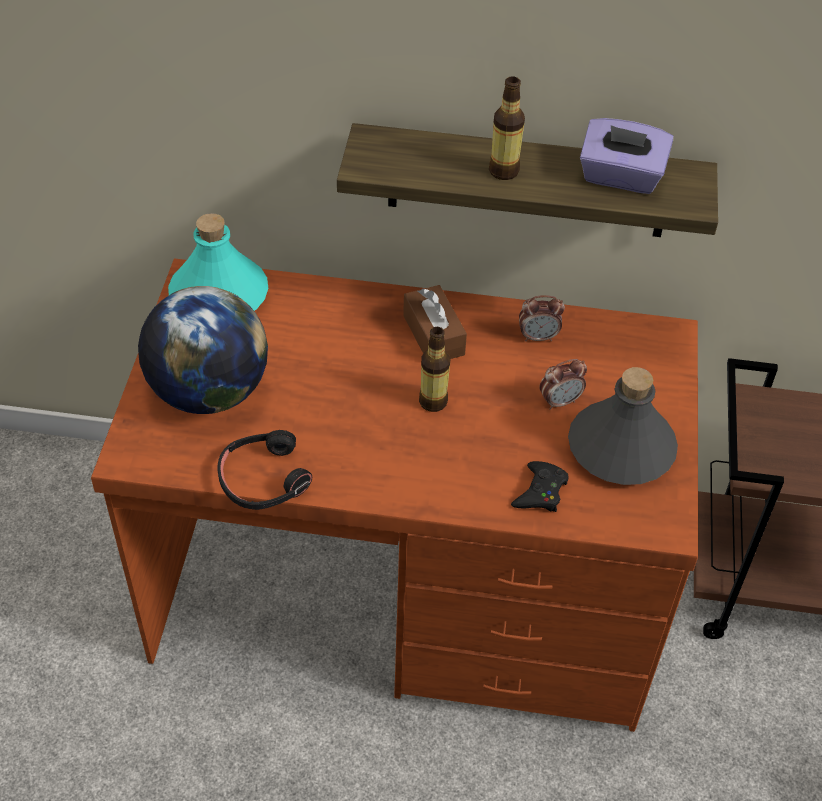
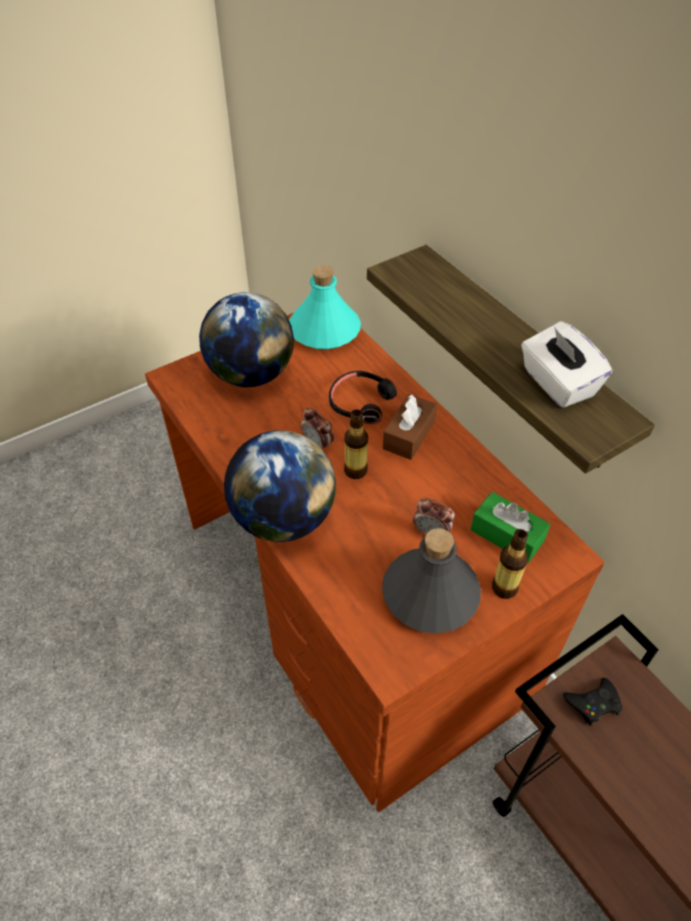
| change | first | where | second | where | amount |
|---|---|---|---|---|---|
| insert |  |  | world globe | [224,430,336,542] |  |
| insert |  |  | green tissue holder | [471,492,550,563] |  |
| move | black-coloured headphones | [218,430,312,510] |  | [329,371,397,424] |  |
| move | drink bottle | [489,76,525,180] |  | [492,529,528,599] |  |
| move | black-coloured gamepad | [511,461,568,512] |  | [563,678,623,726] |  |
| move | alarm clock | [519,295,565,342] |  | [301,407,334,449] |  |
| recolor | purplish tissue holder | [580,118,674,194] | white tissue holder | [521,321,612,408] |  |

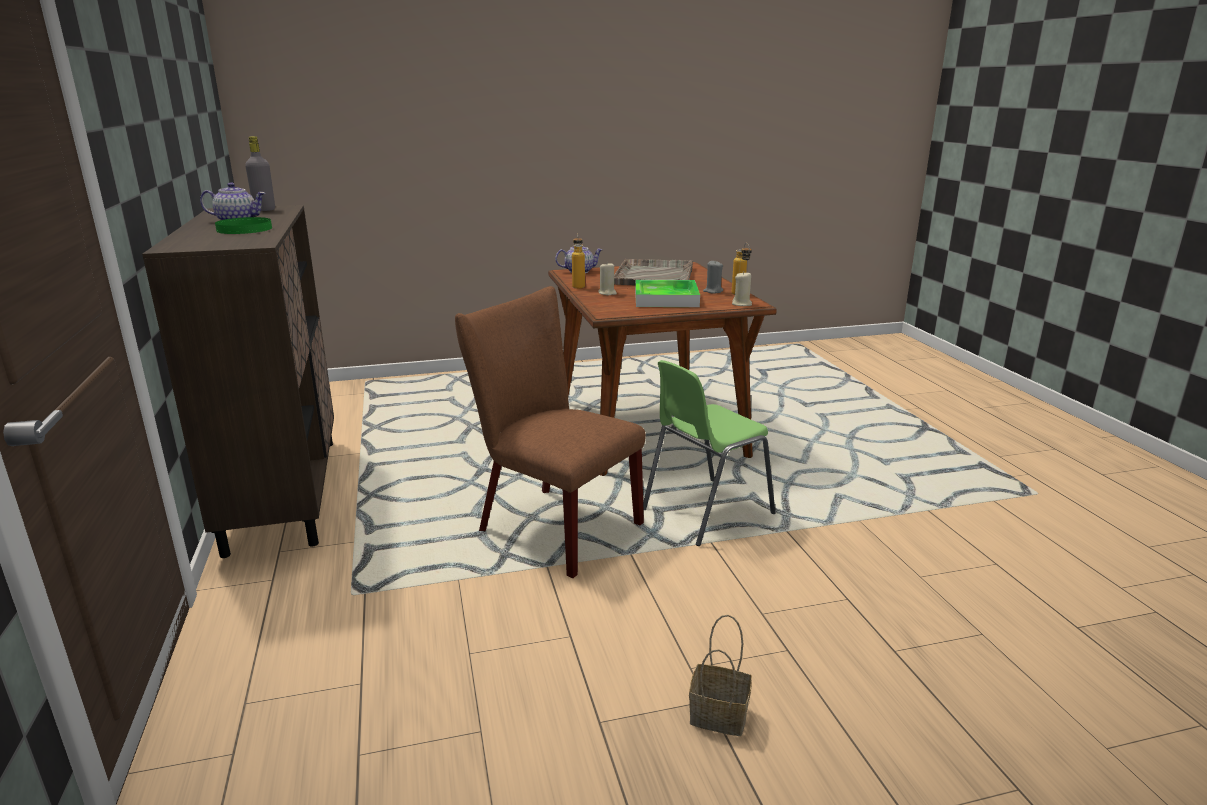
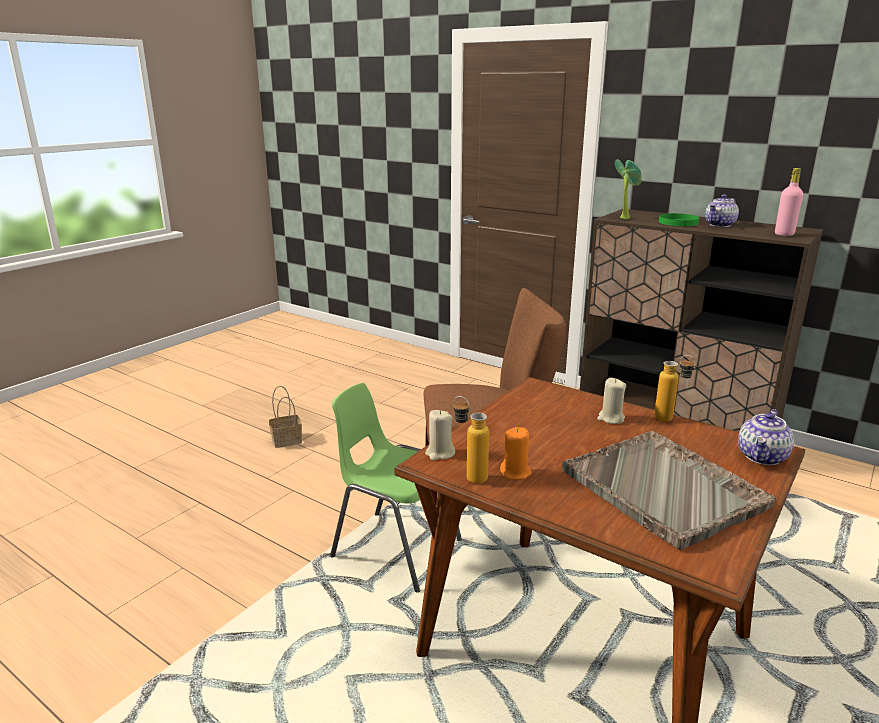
| change | first | where | second | where | amount |
|---|---|---|---|---|---|
| delete | serving tray | [635,280,700,307] |  |  |  |
| insert |  |  | plant in a pot | [615,159,642,219] |  |
| recolor | gray drink bottle | [245,136,275,211] | pink-coloured drink bottle | [775,168,803,236] |  |
| recolor | gray wax candle | [703,261,723,294] | orange wax candle | [500,427,532,480] |  |
| rotate | green plain chair | [643,360,775,546] |  | [330,383,462,593] | 75 degrees counterclockwise |

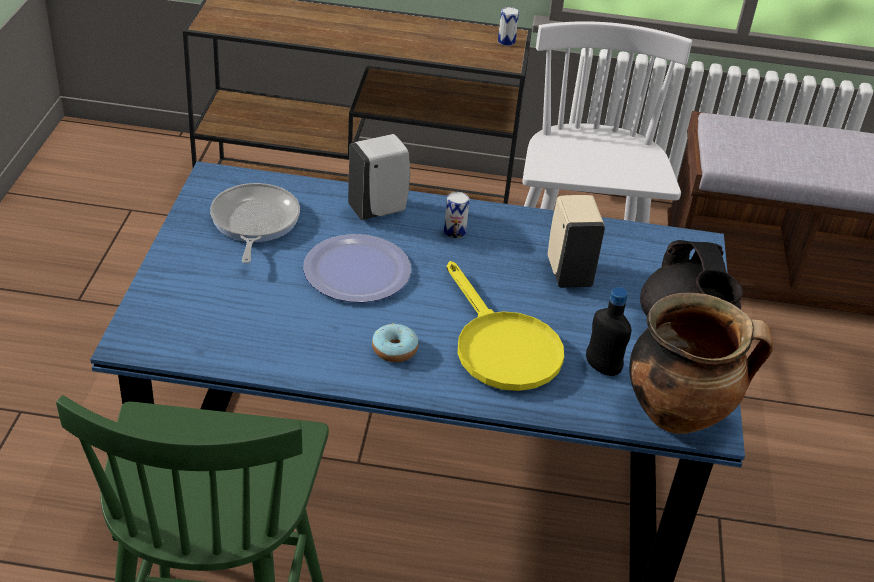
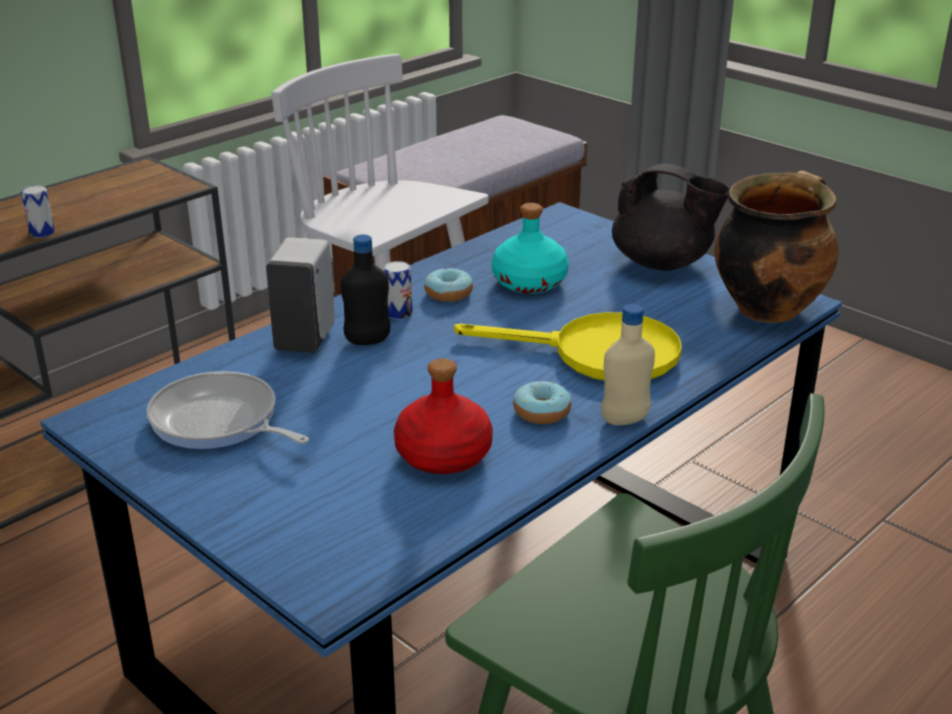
| change | first | where | second | where | amount |
|---|---|---|---|---|---|
| delete | dinner plate | [303,234,411,303] |  |  |  |
| insert |  |  | reddish drink bottle | [394,358,493,474] |  |
| insert |  |  | ring doughnut | [424,268,473,302] |  |
| insert |  |  | beige drink bottle | [601,304,655,425] |  |
| move | metal can | [498,7,519,46] |  | [21,185,55,238] |  |
| move | black-coloured drink bottle | [586,287,632,376] |  | [341,235,390,345] |  |
| replace | beige soap bottle | [548,195,605,288] | turquoise-coloured drink bottle | [492,203,569,294] |  |

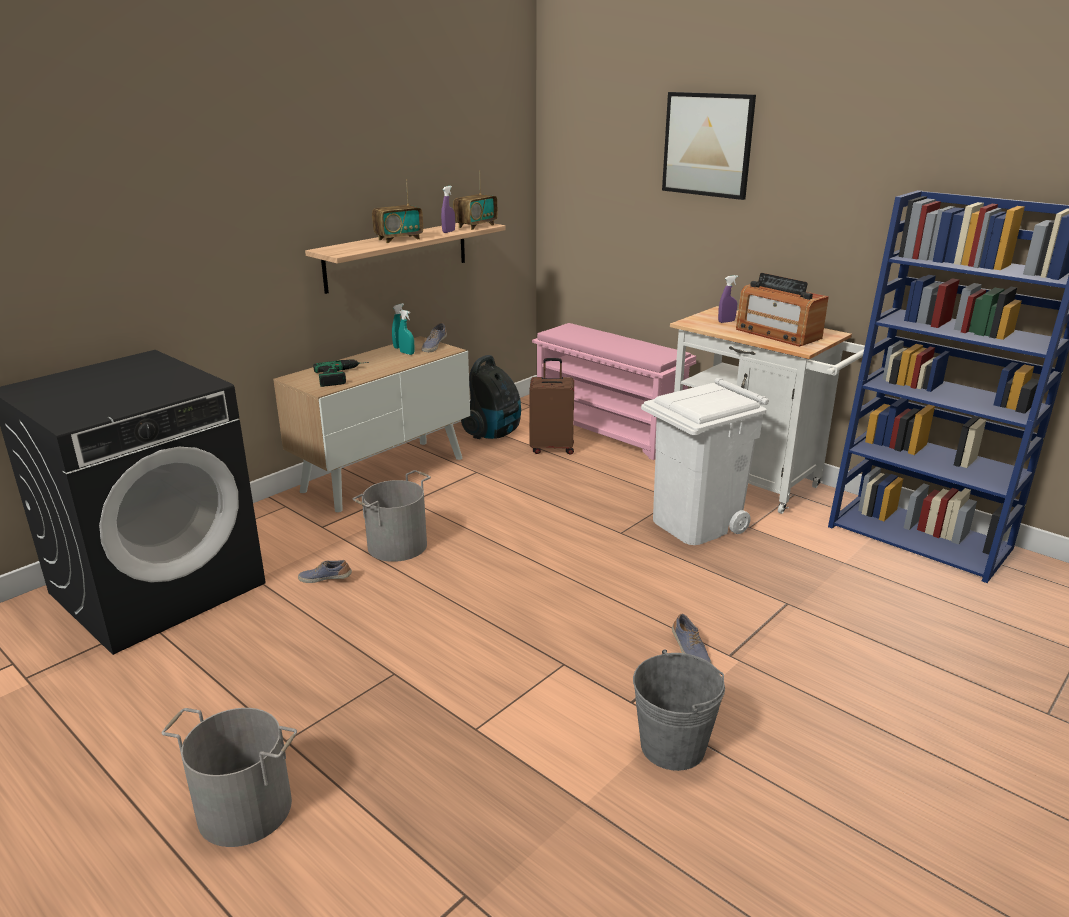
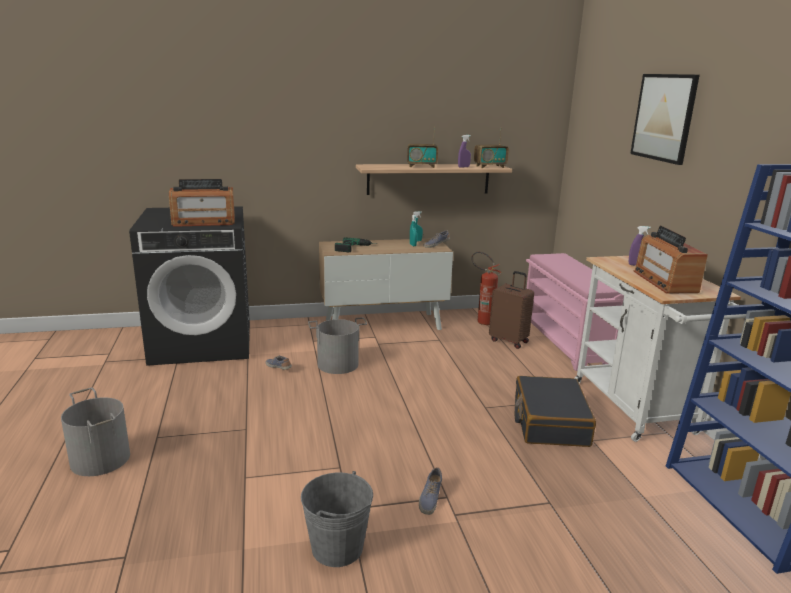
| change | first | where | second | where | amount |
|---|---|---|---|---|---|
| insert |  |  | radio | [169,179,235,227] |  |
| replace | vacuum | [461,355,521,439] | extinguisher | [471,252,502,325] |  |
| replace | white trash can | [641,378,769,545] | black-coloured travel case | [515,376,596,447] |  |

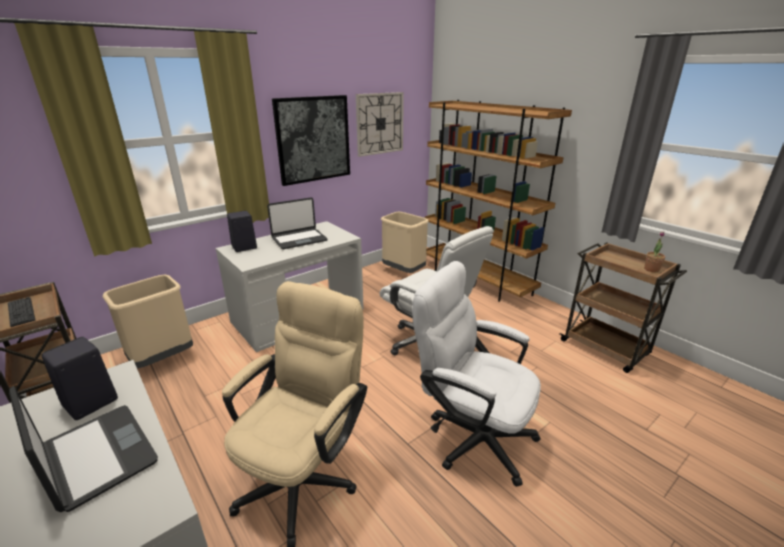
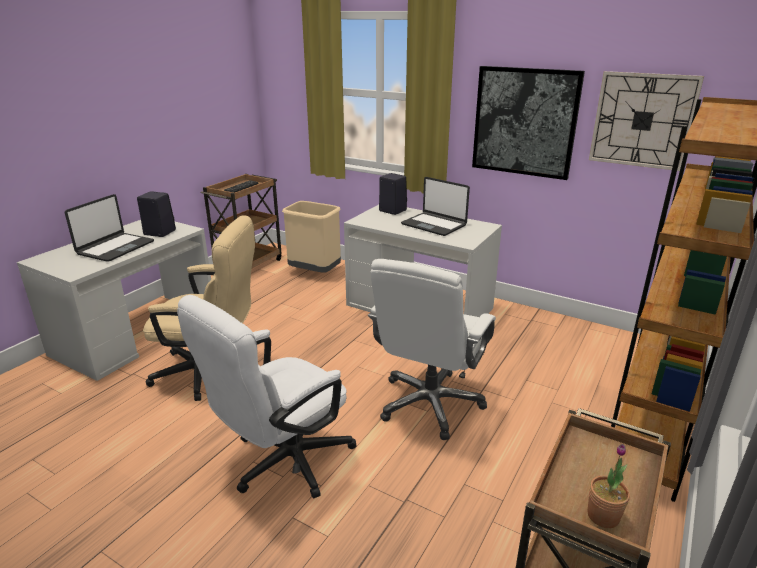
| change | first | where | second | where | amount |
|---|---|---|---|---|---|
| delete | beige trash can | [381,212,429,273] |  |  |  |
| rotate | white desk chair | [413,261,541,487] |  | [177,295,357,499] | 150 degrees counterclockwise |

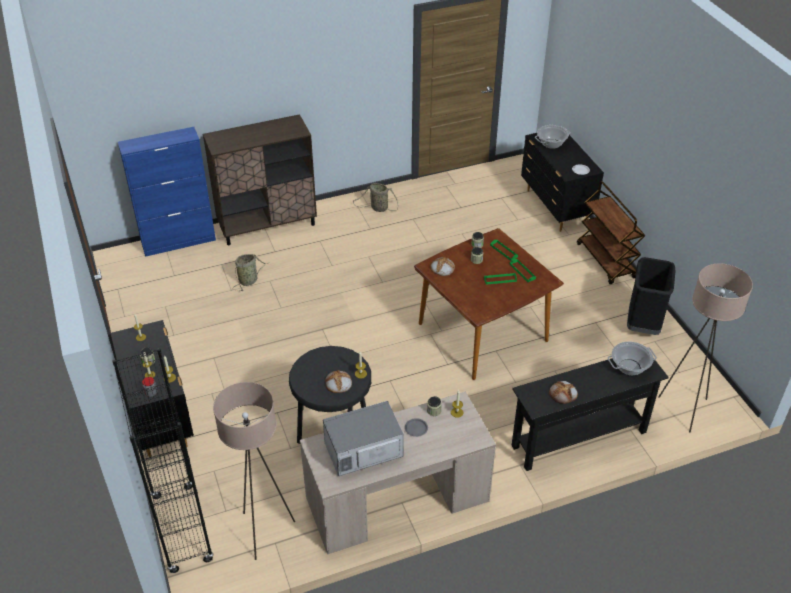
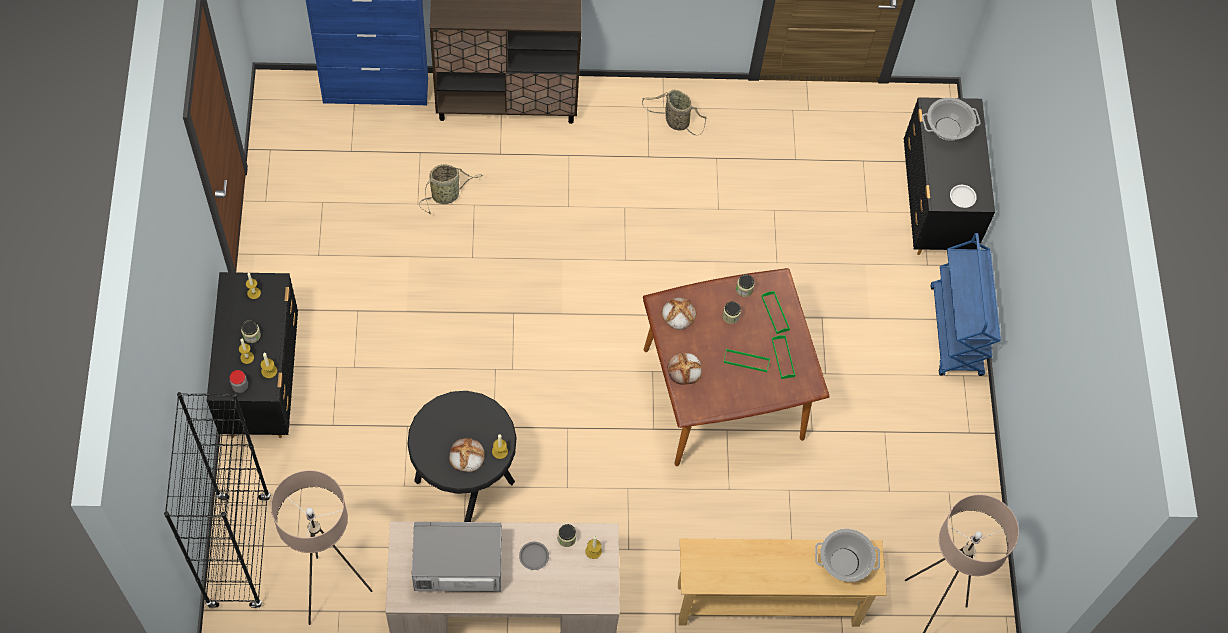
| change | first | where | second | where | amount |
|---|---|---|---|---|---|
| delete | black-coloured trash can | [627,257,675,335] |  |  |  |
| move | baked bread | [549,381,578,404] |  | [667,353,702,384] |  |
| recolor | black-coloured narrow table | [511,358,669,471] | beige narrow table | [678,539,887,627] |  |
| recolor | brown-coloured cart | [577,181,645,284] | blue-coloured cart | [930,233,1001,376] |  |

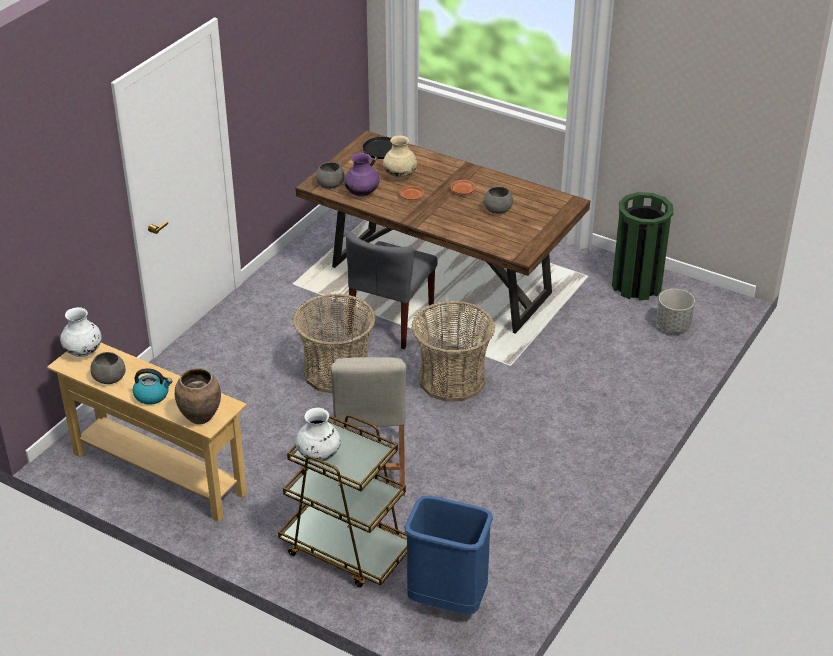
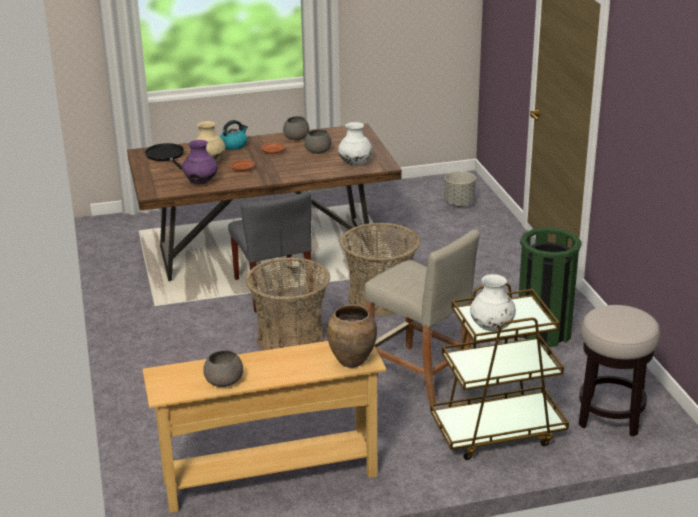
| change | first | where | second | where | amount |
|---|---|---|---|---|---|
| move | white vase | [60,307,102,357] |  | [338,122,372,165] |  |
| move | kettle | [133,368,172,405] |  | [220,120,248,150] |  |
| move | gray deep dish | [316,162,345,189] |  | [283,116,309,140] |  |
| move | green trash can | [612,192,673,301] |  | [519,227,582,347] |  |
| replace | blue-coloured trash can | [405,496,493,614] | stool | [578,305,660,437] |  |

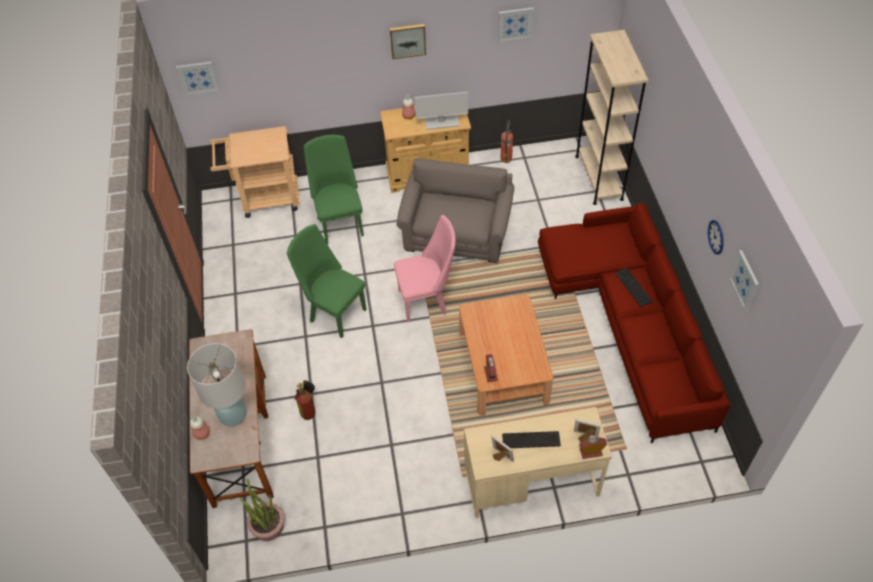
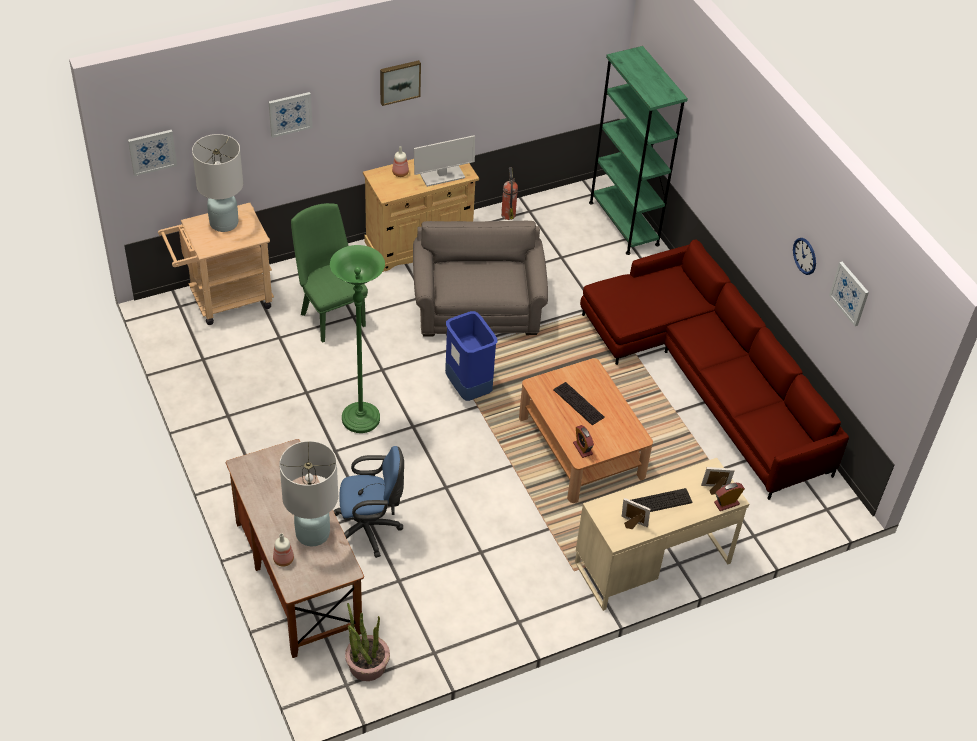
| change | first | where | second | where | amount |
|---|---|---|---|---|---|
| insert |  |  | white tabletop lamp | [192,134,243,232] |  |
| move | wall picture | [498,7,534,43] |  | [269,92,312,138] |  |
| move | PC keyboard | [615,268,653,307] |  | [553,382,605,425] |  |
| replace | green plain chair | [287,224,367,338] | green standard lamp | [330,245,385,433] |  |
| replace | extinguisher | [295,380,315,420] | blue-coloured desk chair | [334,446,404,558] |  |
| replace | pink-coloured plain chair | [394,215,456,322] | blue-coloured trash can | [445,311,498,401] |  |
| recolor | beige bookshelf | [575,30,649,205] | green bookshelf | [589,46,688,255] |  |

